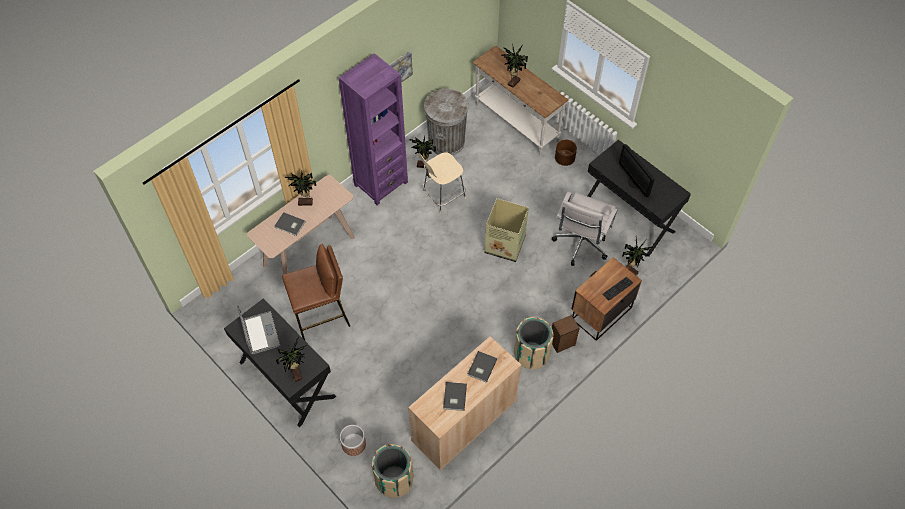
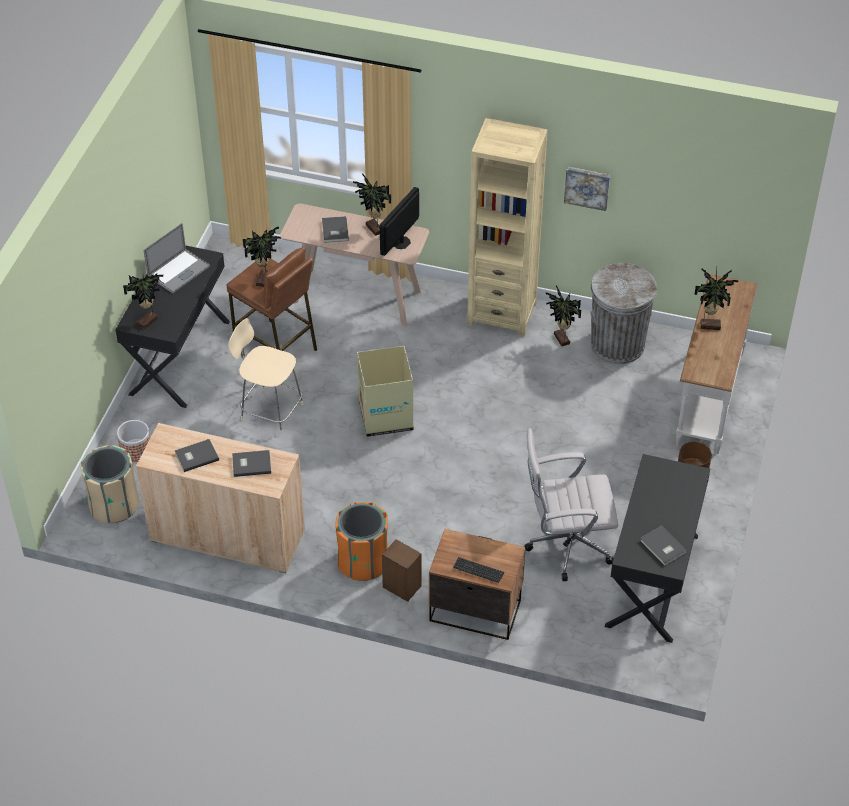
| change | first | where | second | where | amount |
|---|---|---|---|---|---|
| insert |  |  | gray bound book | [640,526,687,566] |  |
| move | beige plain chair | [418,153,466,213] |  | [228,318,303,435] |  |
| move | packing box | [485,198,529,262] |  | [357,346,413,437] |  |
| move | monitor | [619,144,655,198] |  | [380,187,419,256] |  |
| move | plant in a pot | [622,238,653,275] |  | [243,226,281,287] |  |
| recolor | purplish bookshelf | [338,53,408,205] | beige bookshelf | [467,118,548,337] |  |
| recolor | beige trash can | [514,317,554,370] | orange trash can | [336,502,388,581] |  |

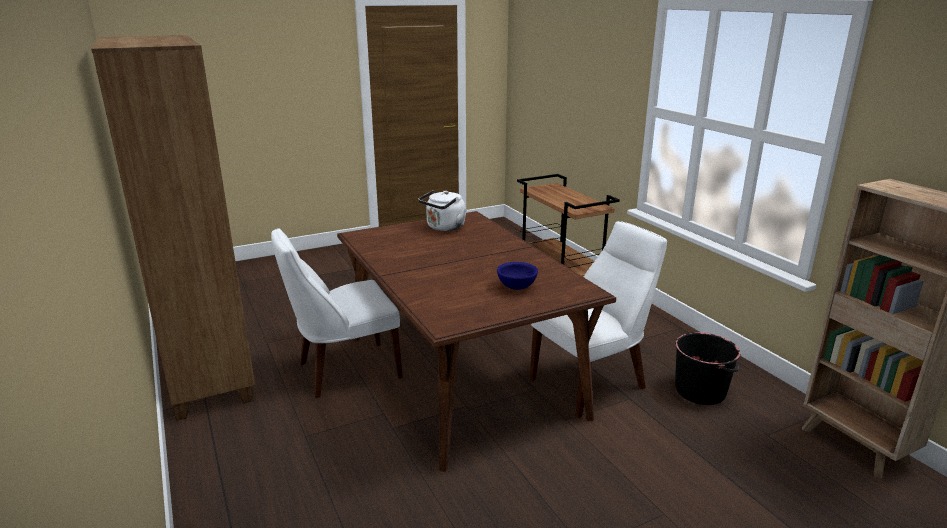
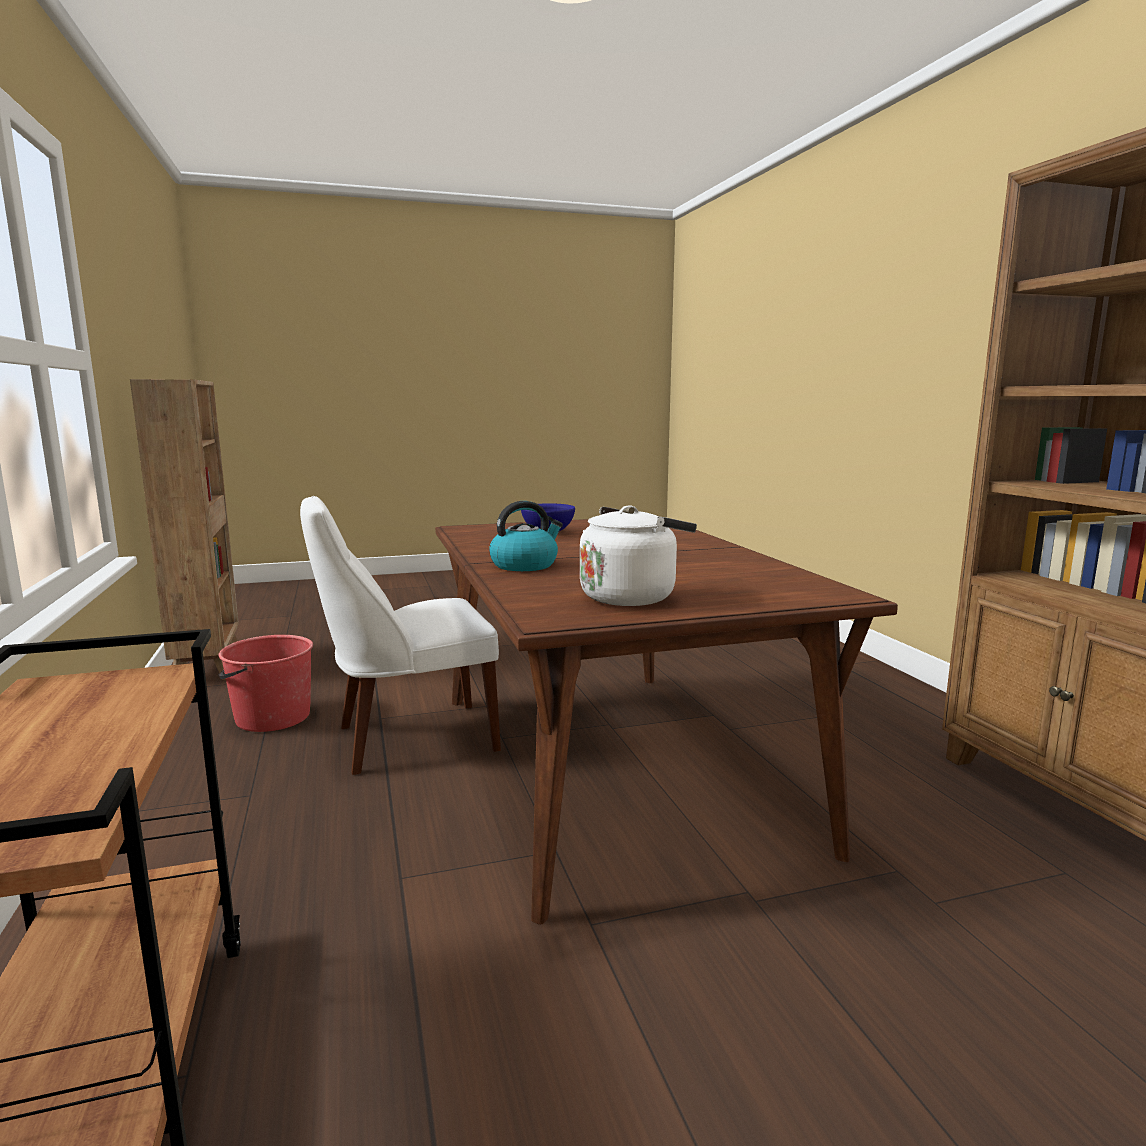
| change | first | where | second | where | amount |
|---|---|---|---|---|---|
| delete | white plain chair | [271,228,403,398] |  |  |  |
| insert |  |  | kettle | [489,501,563,571] |  |
| recolor | black-coloured bucket | [675,332,740,405] | reddish bucket | [218,635,313,732] |  |

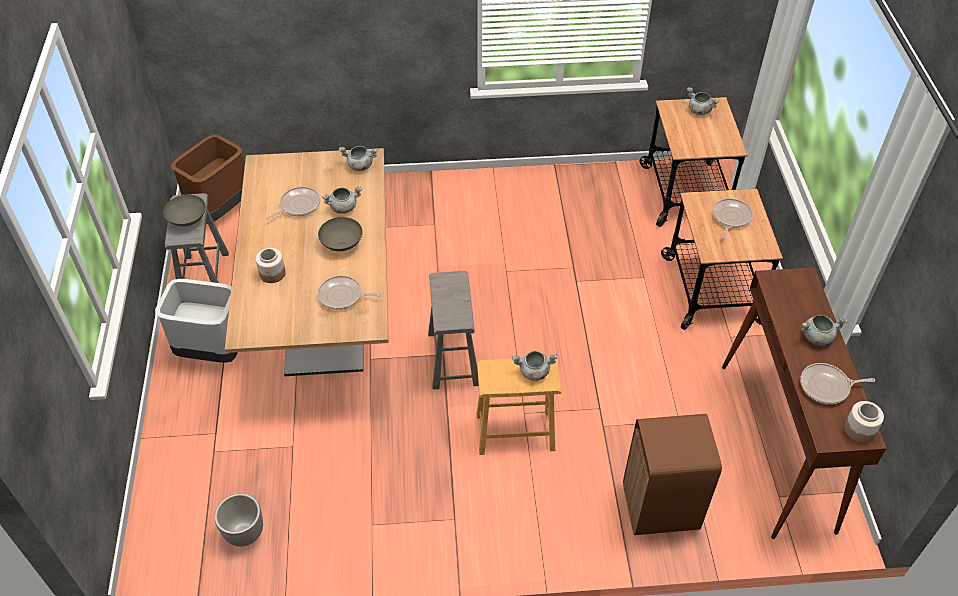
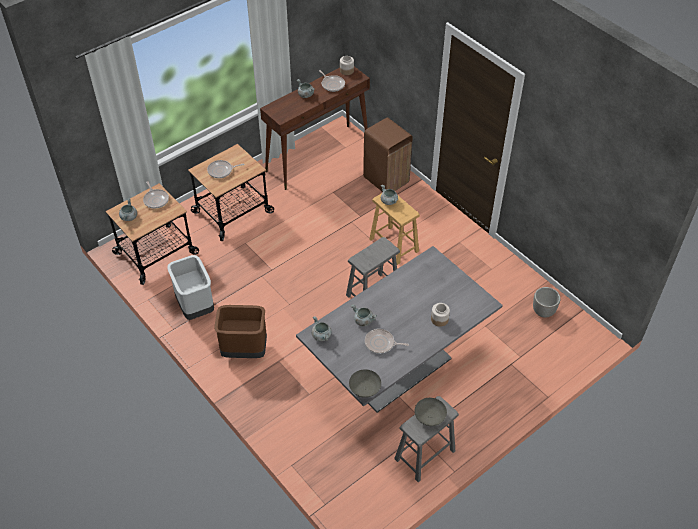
| change | first | where | second | where | amount |
|---|---|---|---|---|---|
| move | gray trash can | [155,279,238,363] |  | [167,255,214,320] |  |
| move | brown-coloured trash can | [170,134,245,221] |  | [214,305,267,358] |  |
| move | gray deep dish | [318,217,362,251] |  | [349,369,381,398] |  |
| move | pan | [318,275,383,310] |  | [143,181,169,208] |  |
| recolor | brown-coloured kitchen table | [225,148,389,376] | gray kitchen table | [296,246,503,413] |  |

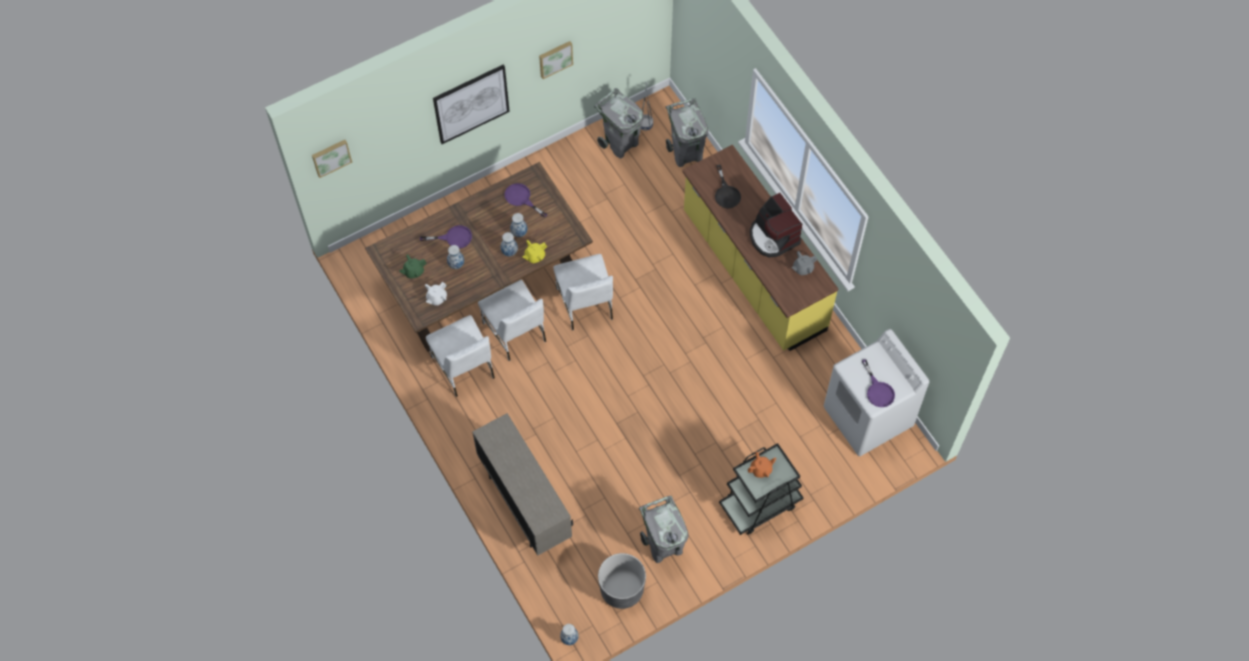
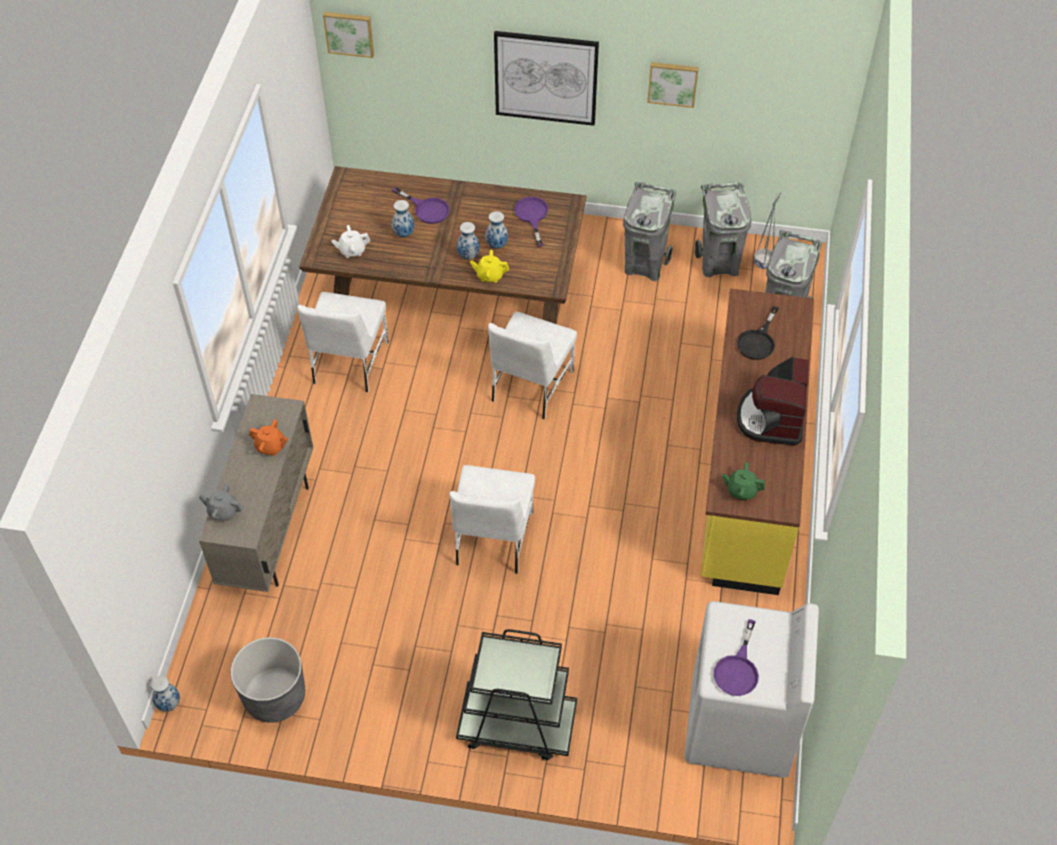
| change | first | where | second | where | amount |
|---|---|---|---|---|---|
| move | green tea pot | [399,254,427,279] |  | [722,462,765,500] |  |
| move | white plain chair | [478,280,546,361] |  | [450,465,535,574] |  |
| move | gray trash can | [639,496,688,563] |  | [623,182,676,281] |  |
| move | orange tea pot | [748,452,776,478] |  | [249,419,288,456] |  |
| move | gray tea pot | [792,251,817,275] |  | [199,484,243,521] |  |

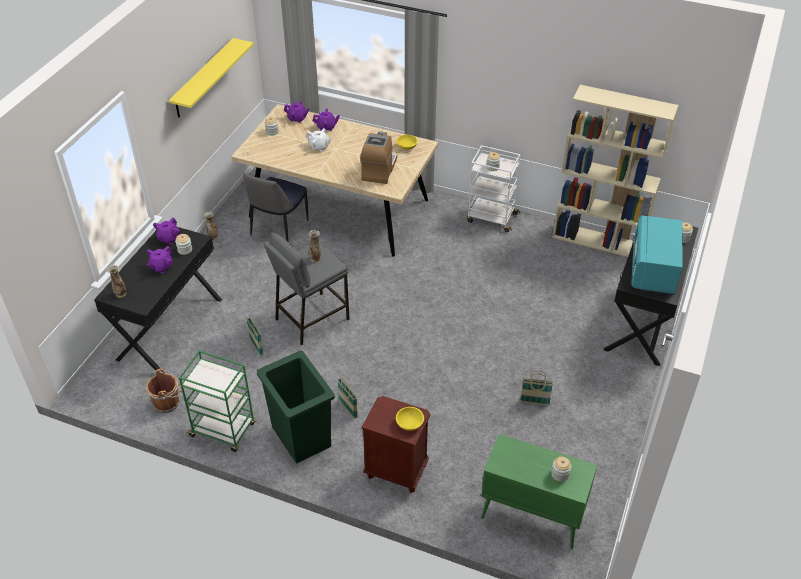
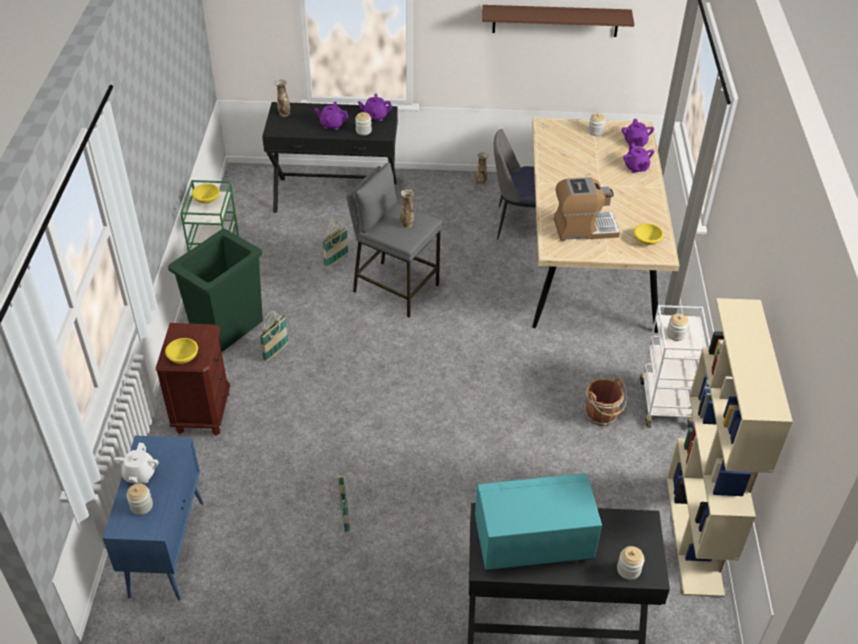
| change | first | where | second | where | amount |
|---|---|---|---|---|---|
| insert |  |  | yellow deep dish | [192,184,220,204] |  |
| move | brown-coloured bucket | [146,369,182,413] |  | [585,377,627,426] |  |
| move | white tea pot | [306,128,332,151] |  | [114,443,159,484] |  |
| recolor | yellow wall shelf | [169,38,254,118] | brown-coloured wall shelf | [482,5,634,37] |  |
| recolor | green cupboard | [481,434,597,550] | blue-coloured cupboard | [103,435,204,600] |  |

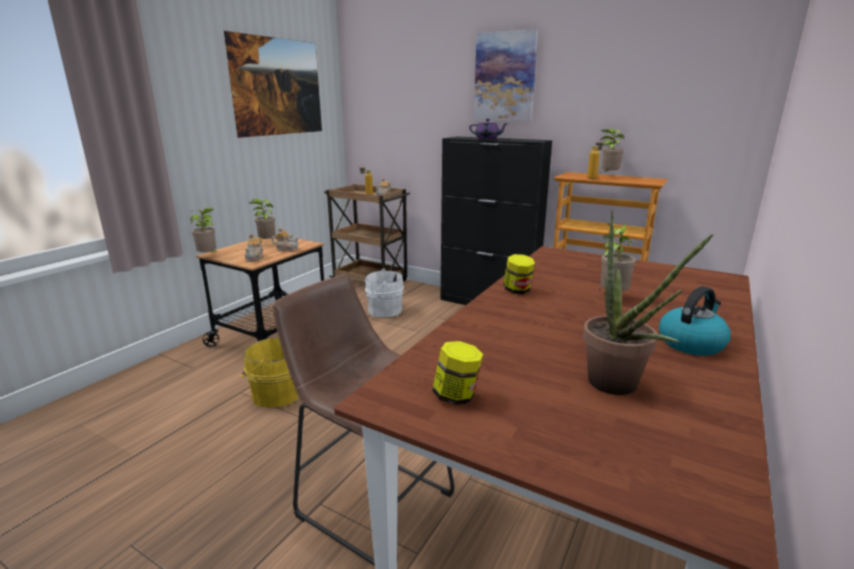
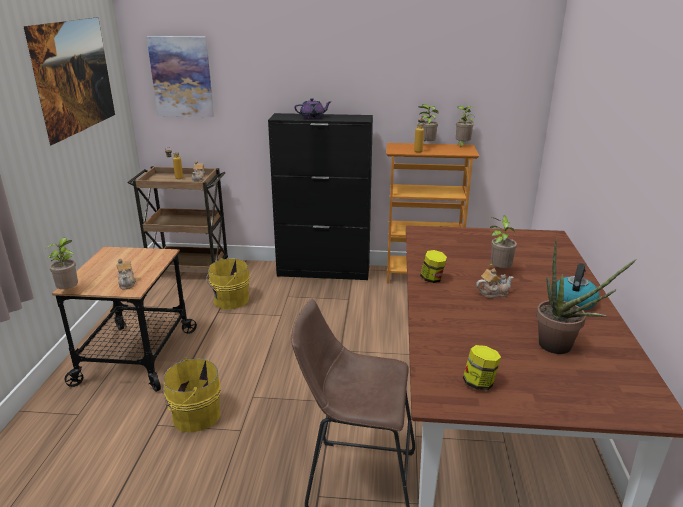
| change | first | where | second | where | amount |
|---|---|---|---|---|---|
| move | plant in a pot | [249,199,276,240] |  | [456,106,474,148] |  |
| move | tea pot | [271,227,299,252] |  | [476,268,514,298] |  |
| move | wall picture | [474,29,538,121] |  | [147,36,214,117] |  |
| recolor | white bucket | [365,269,404,317] | yellow bucket | [206,258,250,309] |  |

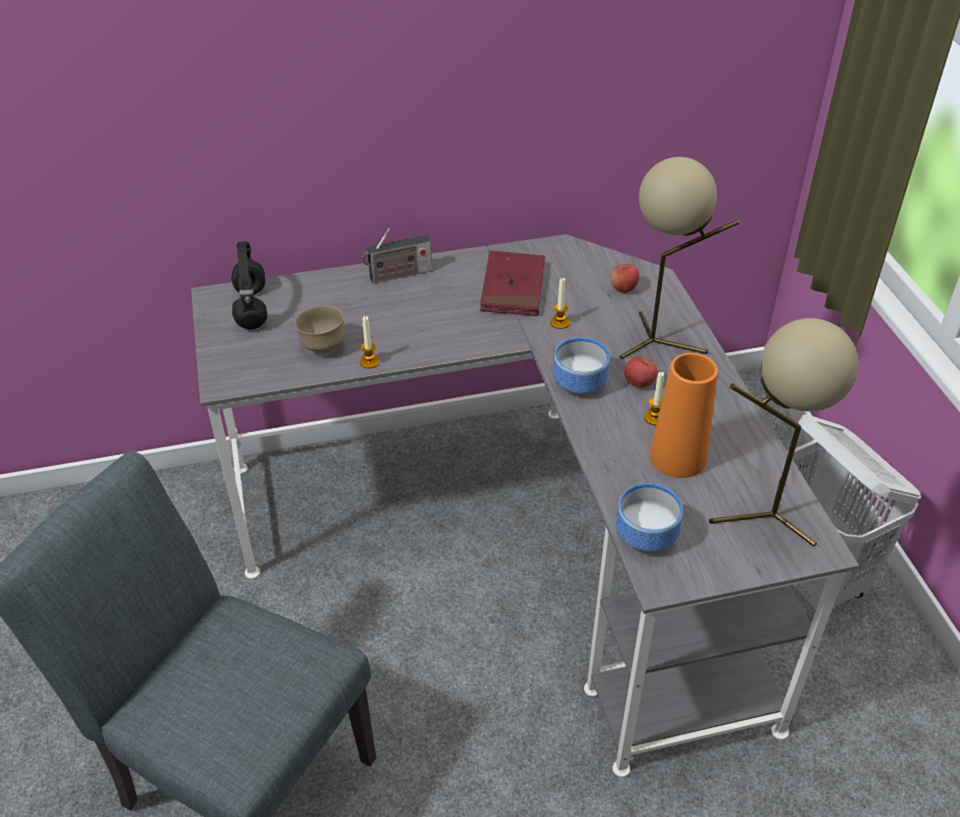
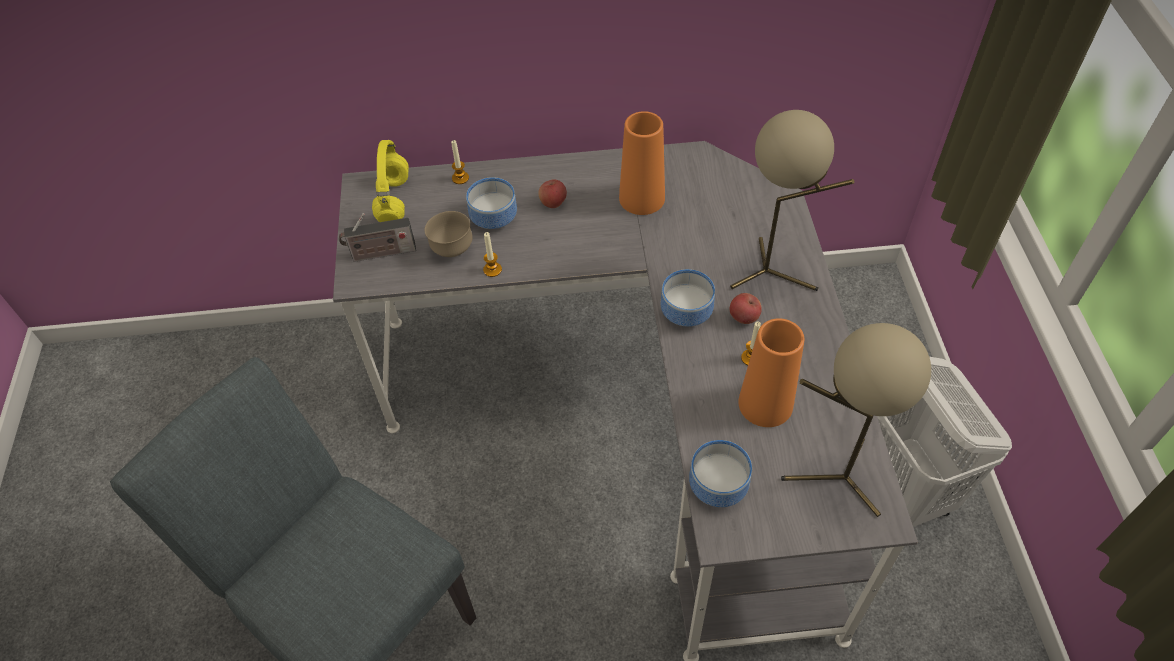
| change | first | where | second | where | amount |
|---|---|---|---|---|---|
| insert |  |  | deep dish | [466,177,517,229] |  |
| move | radio | [362,228,432,284] |  | [339,213,416,262] |  |
| move | wax candle | [550,278,569,329] |  | [451,140,469,184] |  |
| move | whole apple | [610,263,639,293] |  | [538,179,567,208] |  |
| replace | reddish bound book | [480,250,545,316] | orange vase | [619,111,665,215] |  |
| recolor | black-coloured headphones | [231,241,267,329] | yellow headphones | [372,140,409,222] |  |

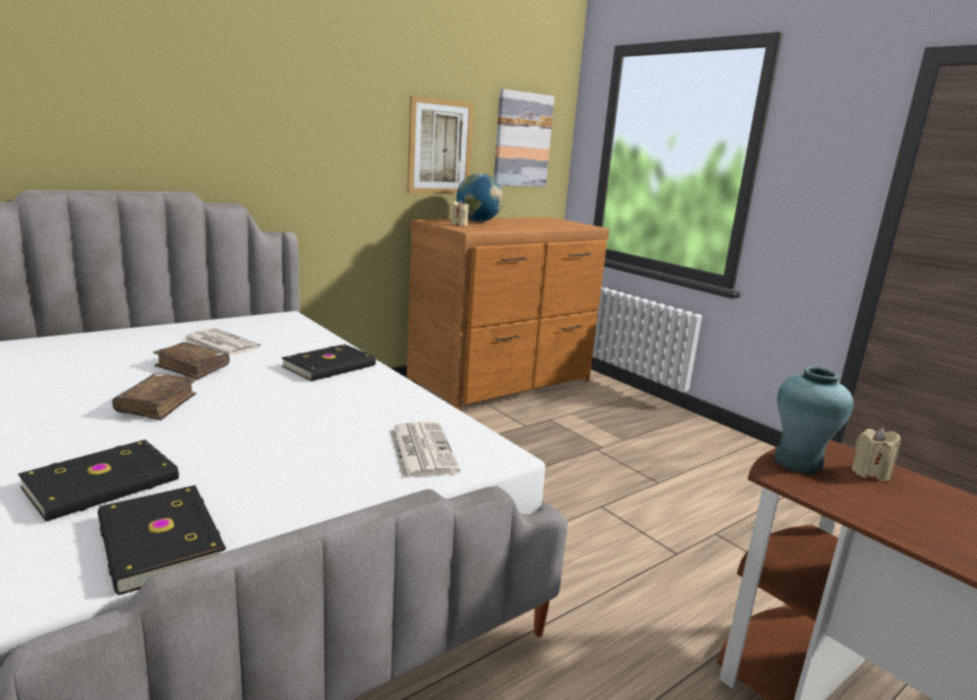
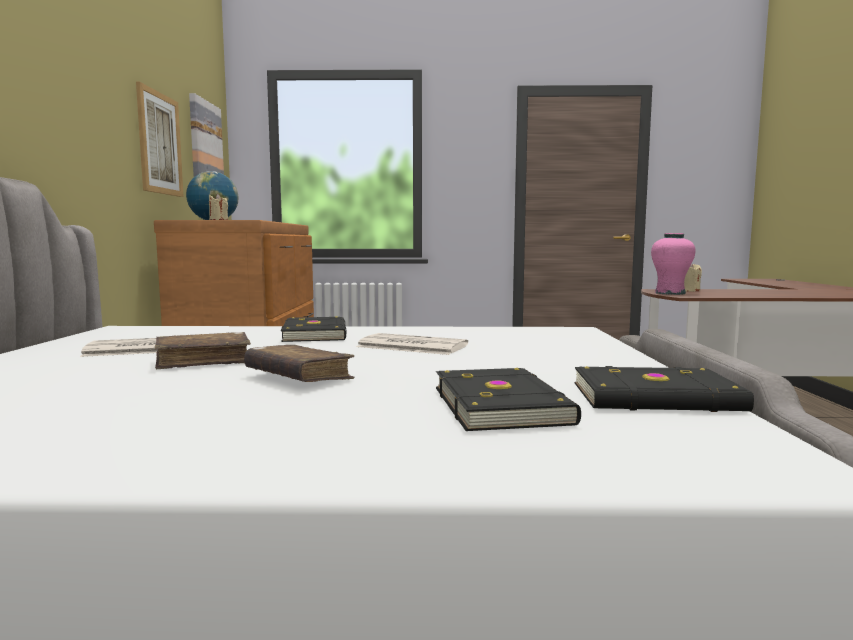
| change | first | where | second | where | amount |
|---|---|---|---|---|---|
| move | daily paper | [389,422,460,478] |  | [356,333,468,355] |  |
| recolor | turquoise-coloured vase | [774,367,854,474] | pink-coloured vase | [651,233,695,295] |  |

